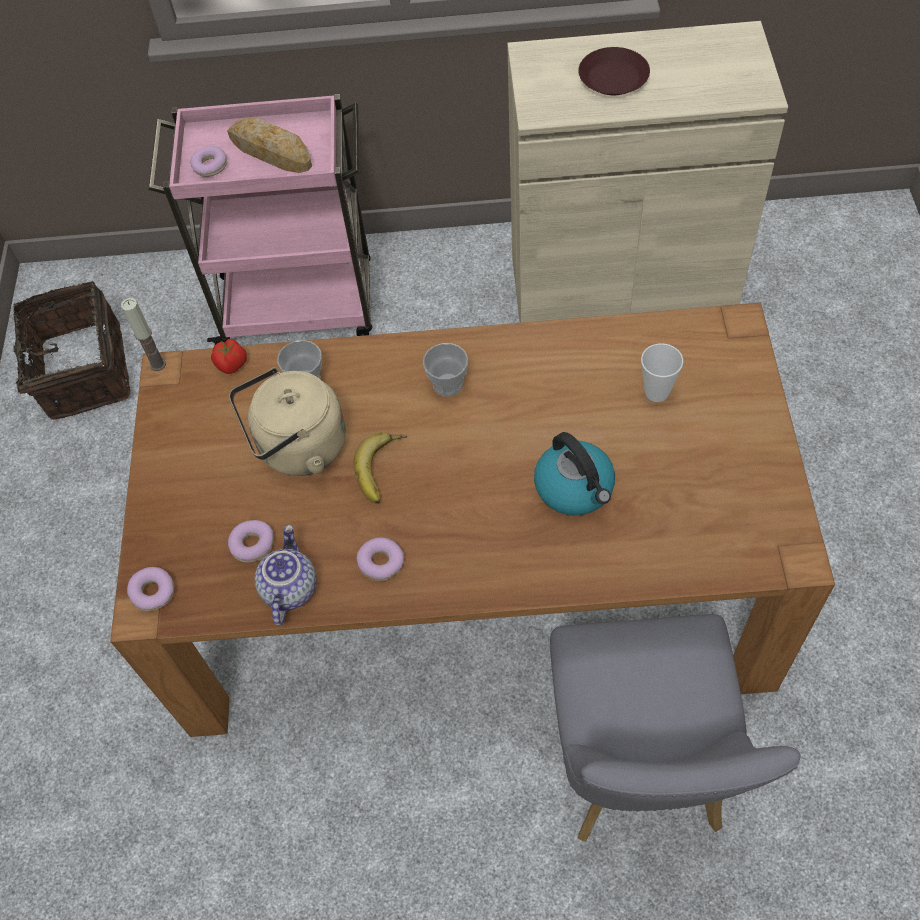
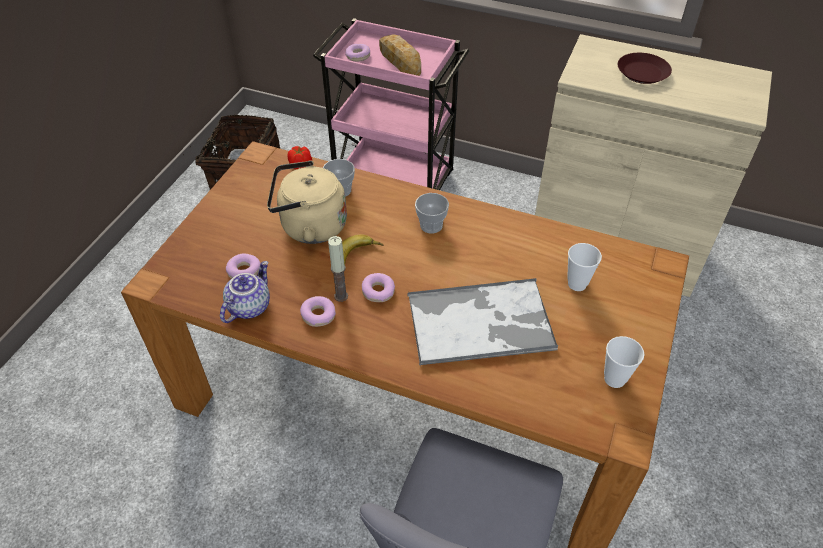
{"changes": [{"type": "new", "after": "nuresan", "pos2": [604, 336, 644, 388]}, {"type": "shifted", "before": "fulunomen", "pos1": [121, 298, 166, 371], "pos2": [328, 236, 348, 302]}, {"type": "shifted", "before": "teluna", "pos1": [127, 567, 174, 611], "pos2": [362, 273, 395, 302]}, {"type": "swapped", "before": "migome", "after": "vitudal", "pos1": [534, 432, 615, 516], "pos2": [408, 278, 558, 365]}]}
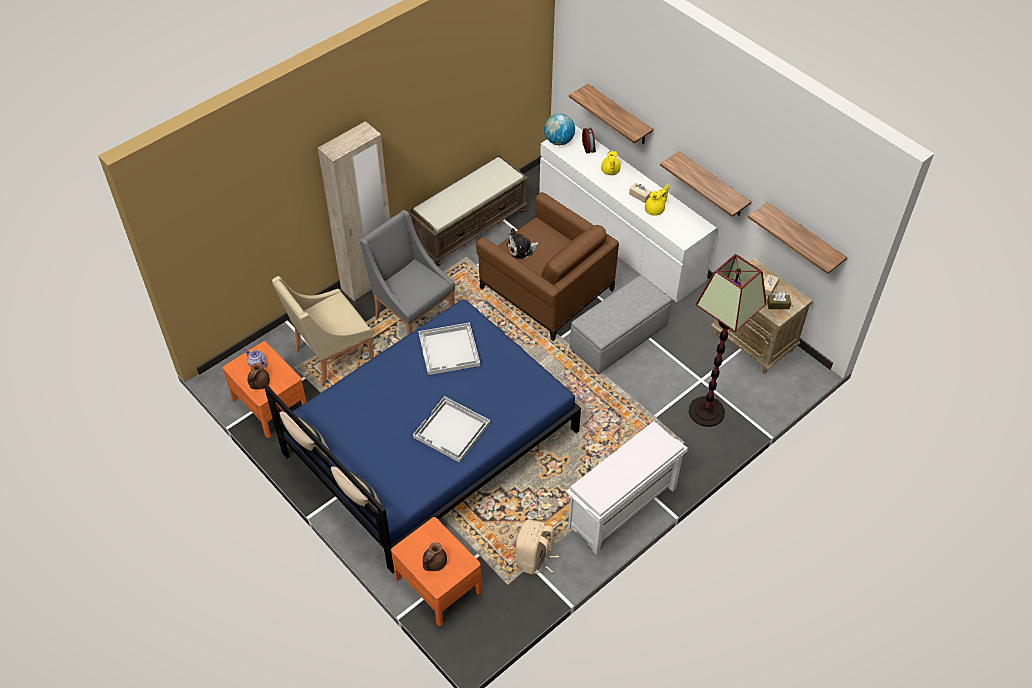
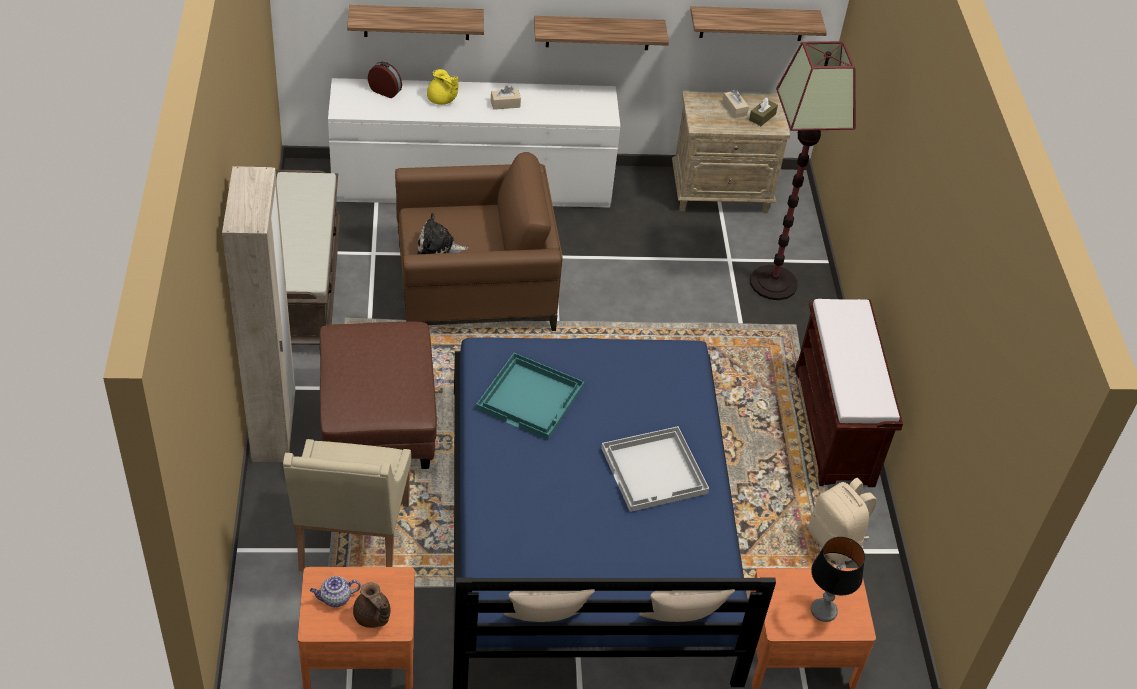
{"changes": [{"type": "gone", "before": "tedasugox", "pos1": [544, 114, 575, 145]}, {"type": "gone", "before": "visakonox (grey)", "pos1": [570, 275, 672, 374]}, {"type": "gone", "before": "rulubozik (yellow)", "pos1": [645, 184, 669, 216]}, {"type": "swapped", "before": "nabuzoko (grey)", "after": "visakonox (brown)", "pos1": [359, 210, 455, 335], "pos2": [320, 321, 437, 469]}, {"type": "swapped", "before": "rulubozik (brown)", "after": "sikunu", "pos1": [423, 542, 447, 571], "pos2": [811, 537, 865, 622]}, {"type": "repainted", "before": "vitudal (white)", "after": "vitudal (turquoise)", "pos1": [418, 322, 480, 375], "pos2": [476, 353, 584, 440]}, {"type": "repainted", "before": "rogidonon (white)", "after": "rogidonon (brown)", "pos1": [566, 421, 688, 555], "pos2": [795, 299, 903, 487]}, {"type": "rotated", "before": "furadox", "pos1": [506, 228, 539, 260], "pos2": [417, 213, 468, 254], "turn": 75}]}
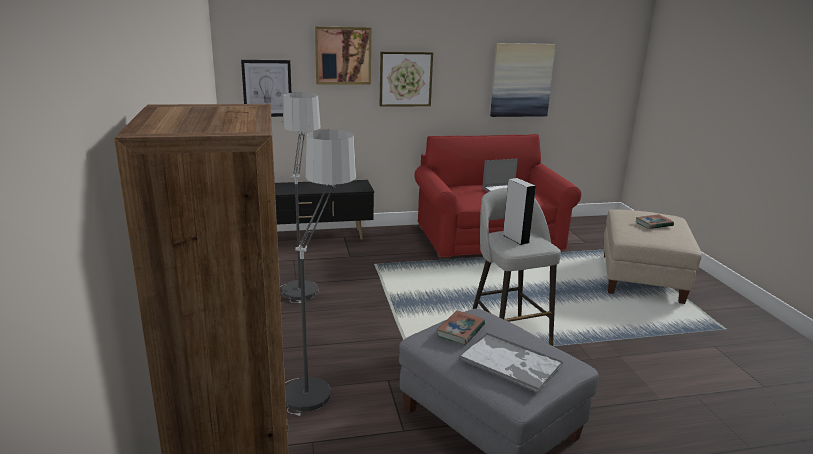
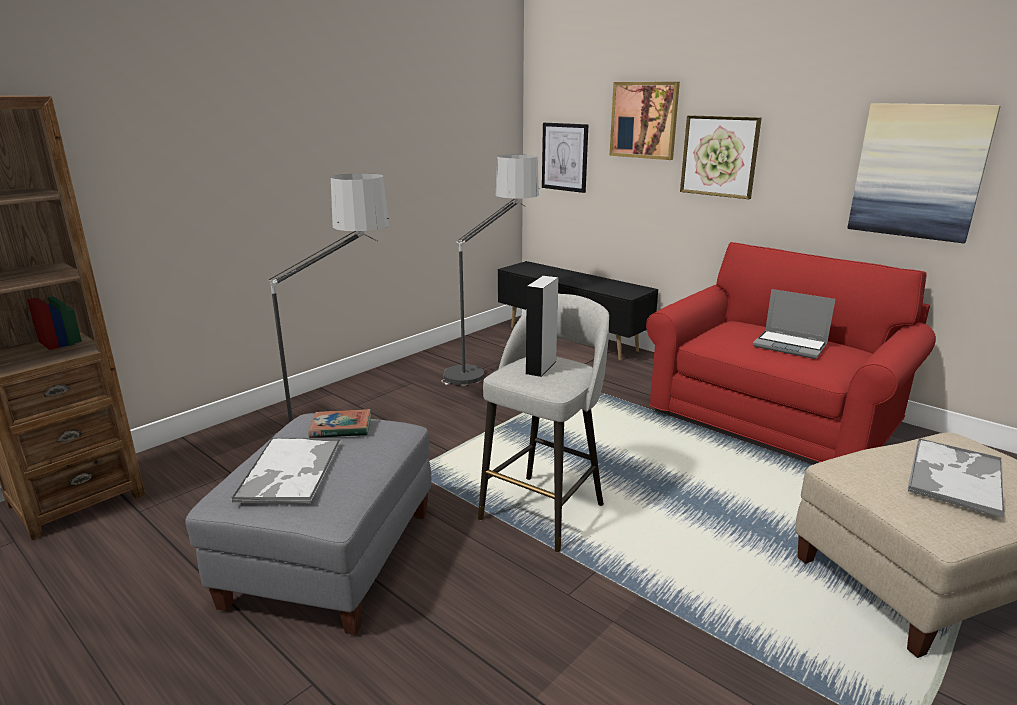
{"changes": [{"type": "swapped", "before": "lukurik", "after": "vitudal", "pos1": [636, 214, 674, 229], "pos2": [908, 438, 1005, 518]}]}
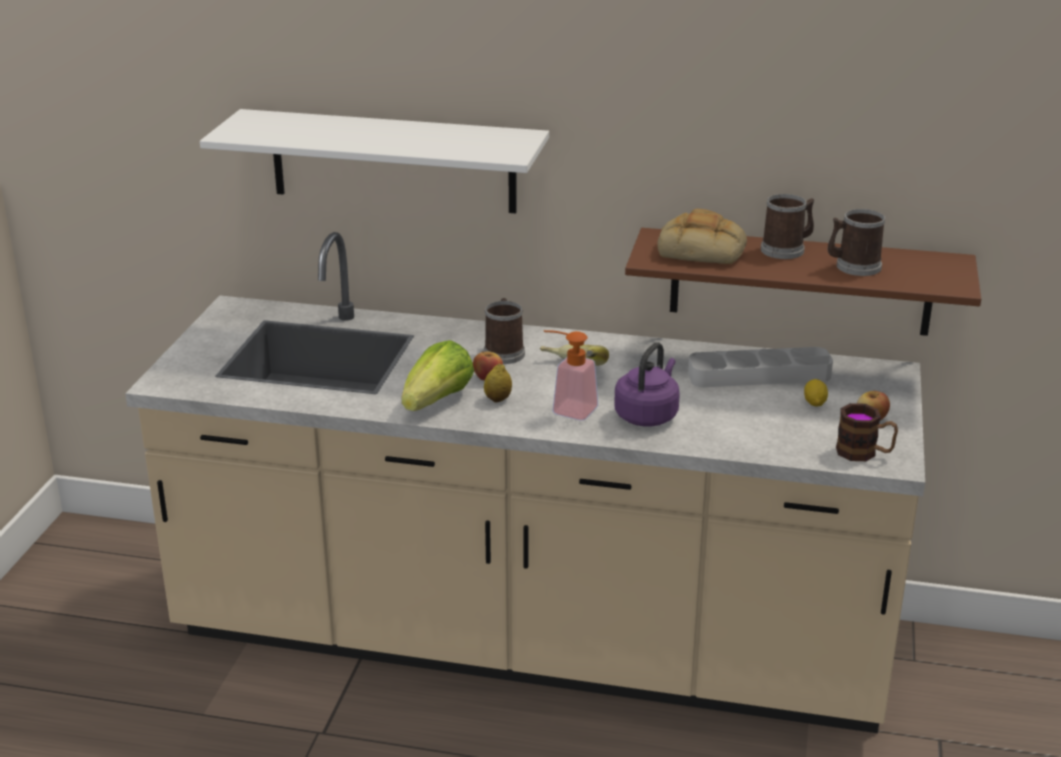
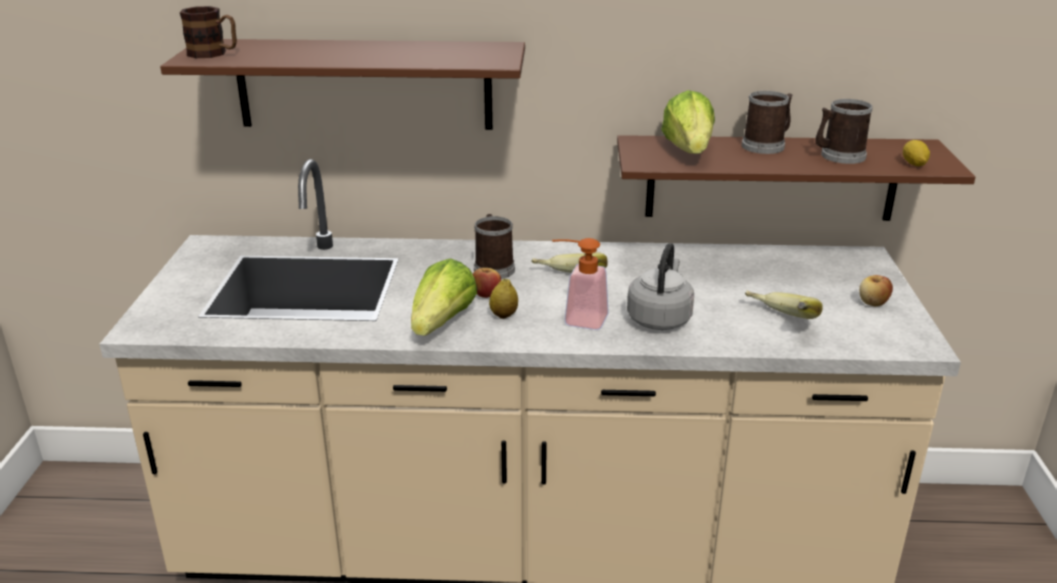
{"changes": [{"type": "gone", "before": "vitudal (grey)", "pos1": [688, 347, 833, 387]}, {"type": "new", "after": "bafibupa", "pos2": [745, 291, 823, 319]}, {"type": "shifted", "before": "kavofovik", "pos1": [804, 379, 828, 407], "pos2": [903, 140, 930, 166]}, {"type": "shifted", "before": "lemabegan", "pos1": [836, 403, 898, 461], "pos2": [180, 6, 237, 58]}, {"type": "swapped", "before": "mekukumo", "after": "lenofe", "pos1": [657, 209, 747, 264], "pos2": [661, 90, 715, 154]}, {"type": "repainted", "before": "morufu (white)", "after": "morufu (brown)", "pos1": [200, 109, 549, 214], "pos2": [160, 39, 525, 130]}, {"type": "repainted", "before": "migome (purple)", "after": "migome (grey)", "pos1": [614, 342, 680, 426], "pos2": [627, 243, 694, 330]}]}
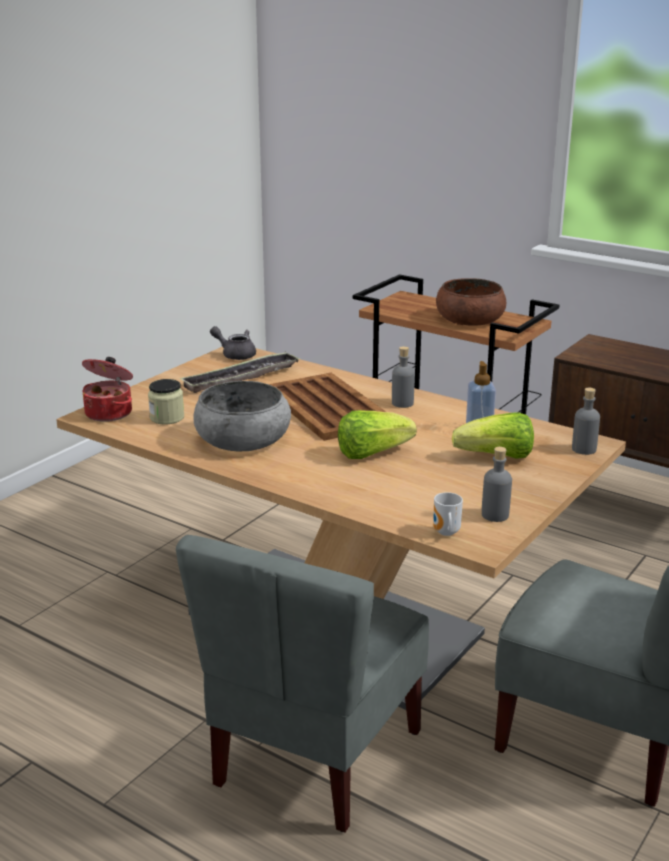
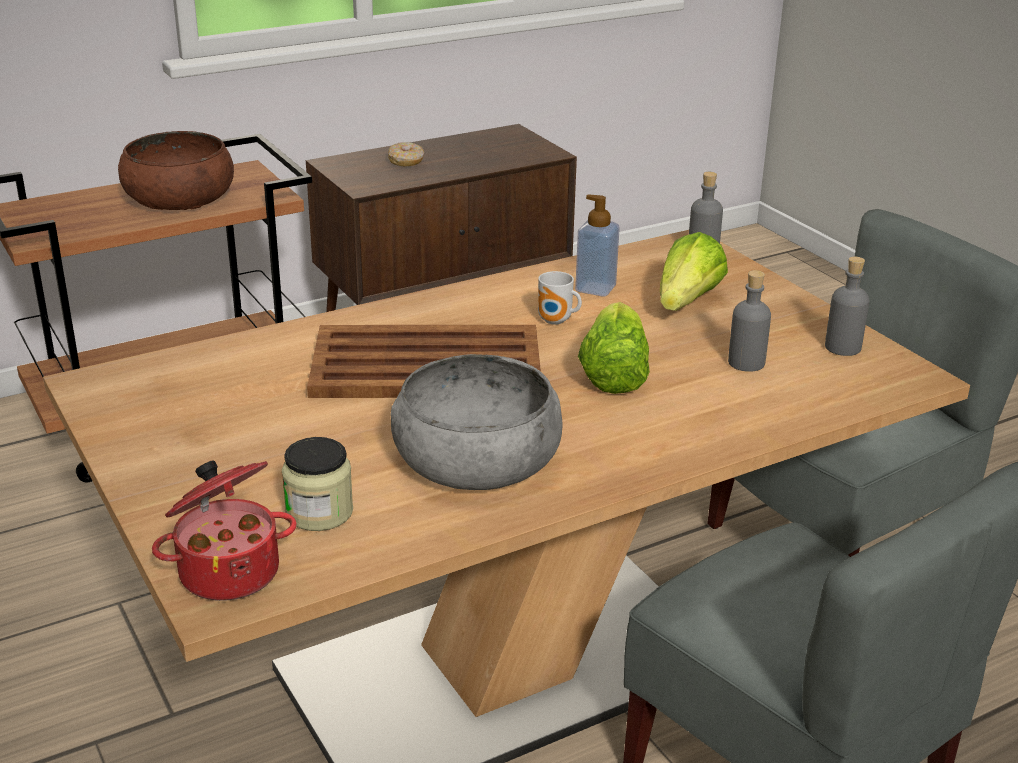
{"changes": [{"type": "gone", "before": "vitudal", "pos1": [179, 351, 300, 393]}, {"type": "gone", "before": "rulubozik (grey)", "pos1": [210, 326, 256, 360]}, {"type": "new", "after": "teluna", "pos2": [388, 142, 424, 167]}, {"type": "shifted", "before": "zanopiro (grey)", "pos1": [392, 346, 415, 408], "pos2": [728, 270, 771, 372]}, {"type": "shifted", "before": "lemabegan", "pos1": [433, 492, 463, 536], "pos2": [538, 271, 582, 325]}]}
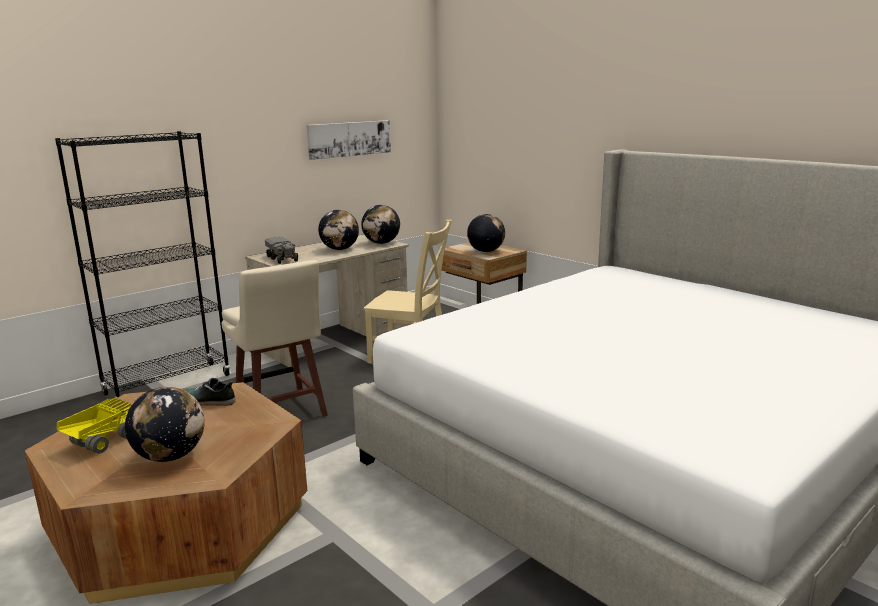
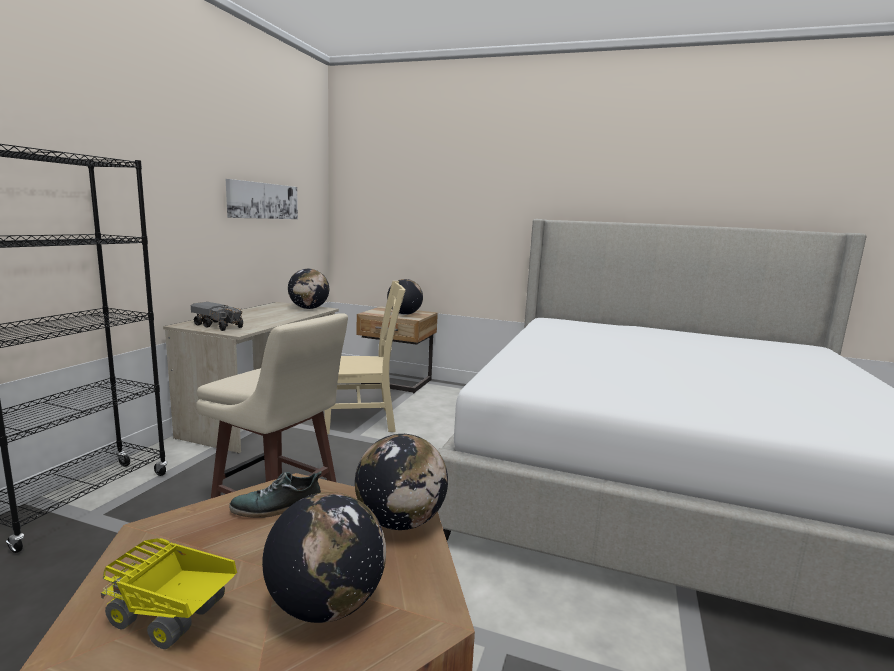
{"changes": [{"type": "shifted", "before": "tedasugox", "pos1": [318, 210, 359, 250], "pos2": [355, 434, 448, 530]}, {"type": "rotated", "before": "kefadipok", "pos1": [57, 398, 132, 454], "pos2": [101, 538, 237, 649], "turn": -75}]}
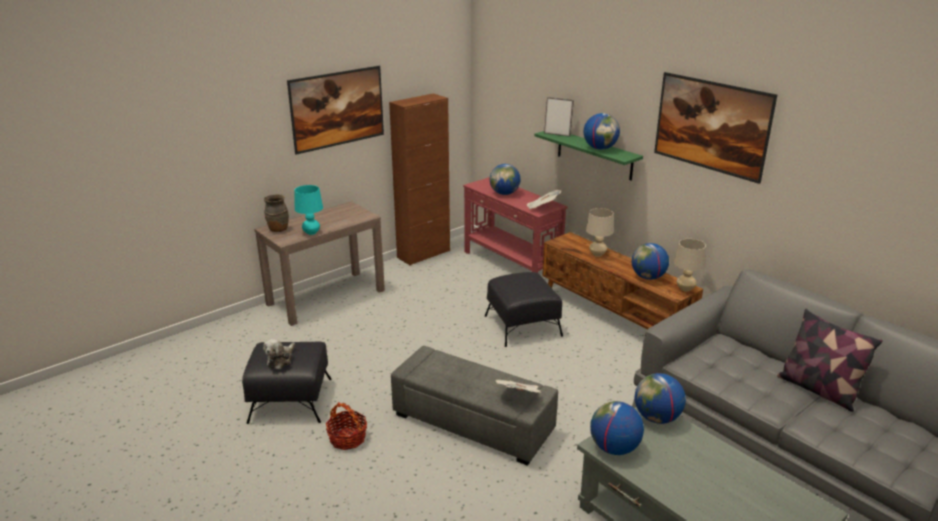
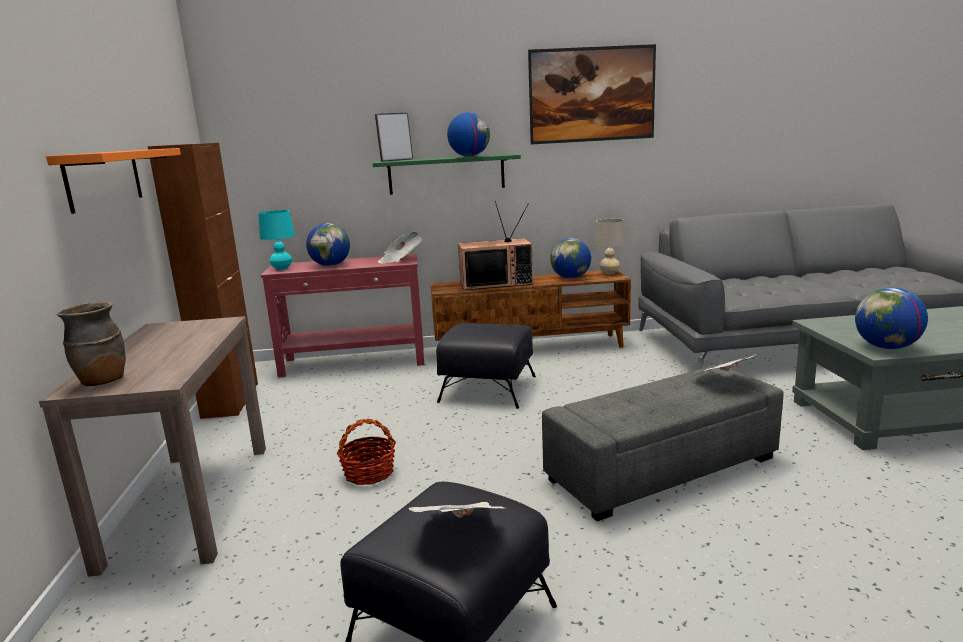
{"changes": [{"type": "gone", "before": "tedasugox", "pos1": [635, 373, 686, 424]}, {"type": "gone", "before": "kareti", "pos1": [777, 309, 883, 412]}, {"type": "shifted", "before": "sikunu (turquoise)", "pos1": [294, 185, 323, 235], "pos2": [258, 210, 295, 270]}, {"type": "shifted", "before": "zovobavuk", "pos1": [326, 402, 367, 450], "pos2": [337, 419, 396, 485]}, {"type": "swapped", "before": "furadox", "after": "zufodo", "pos1": [263, 339, 295, 370], "pos2": [409, 502, 509, 518]}, {"type": "swapped", "before": "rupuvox", "after": "morufu (orange)", "pos1": [287, 66, 384, 155], "pos2": [46, 148, 181, 214]}, {"type": "swapped", "before": "sikunu (beige)", "after": "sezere", "pos1": [586, 208, 614, 257], "pos2": [458, 201, 533, 290]}]}
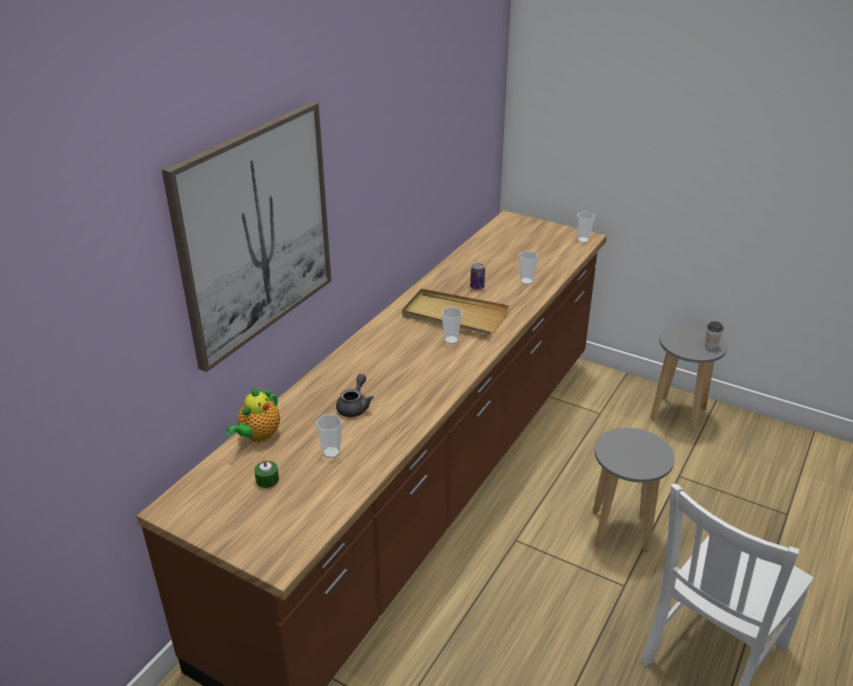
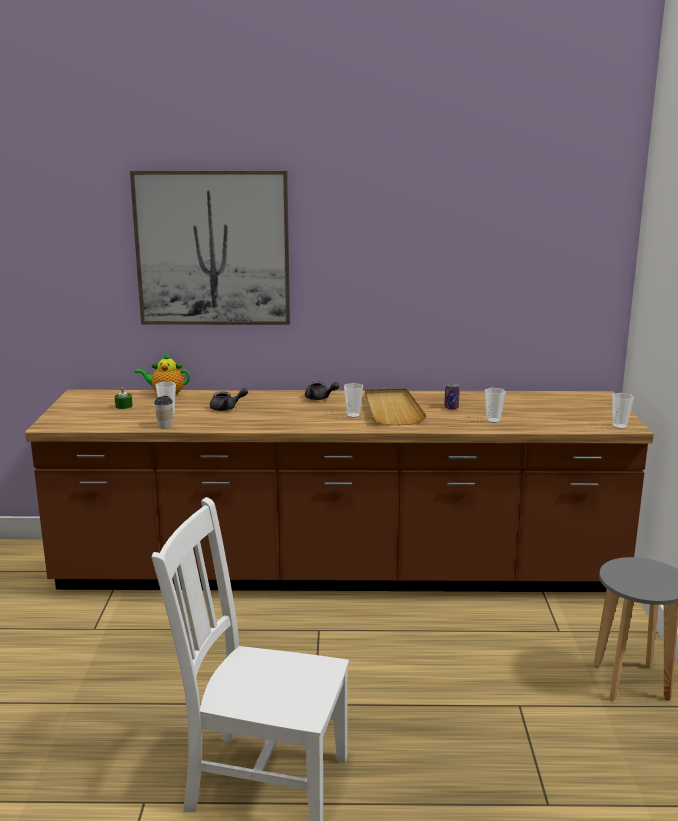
{"changes": [{"type": "gone", "before": "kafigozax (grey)", "pos1": [593, 428, 675, 553]}, {"type": "new", "after": "rulubozik (grey)", "pos2": [305, 381, 339, 400]}, {"type": "shifted", "before": "nuresan", "pos1": [705, 321, 724, 349], "pos2": [154, 396, 173, 429]}]}
